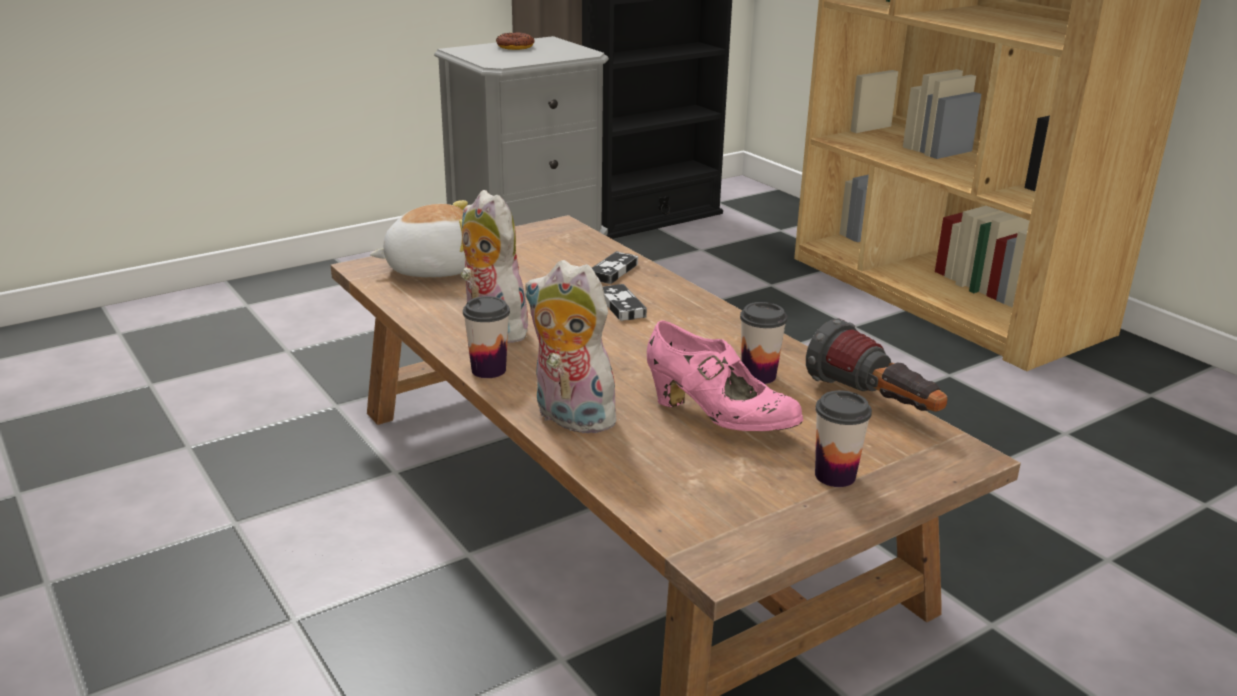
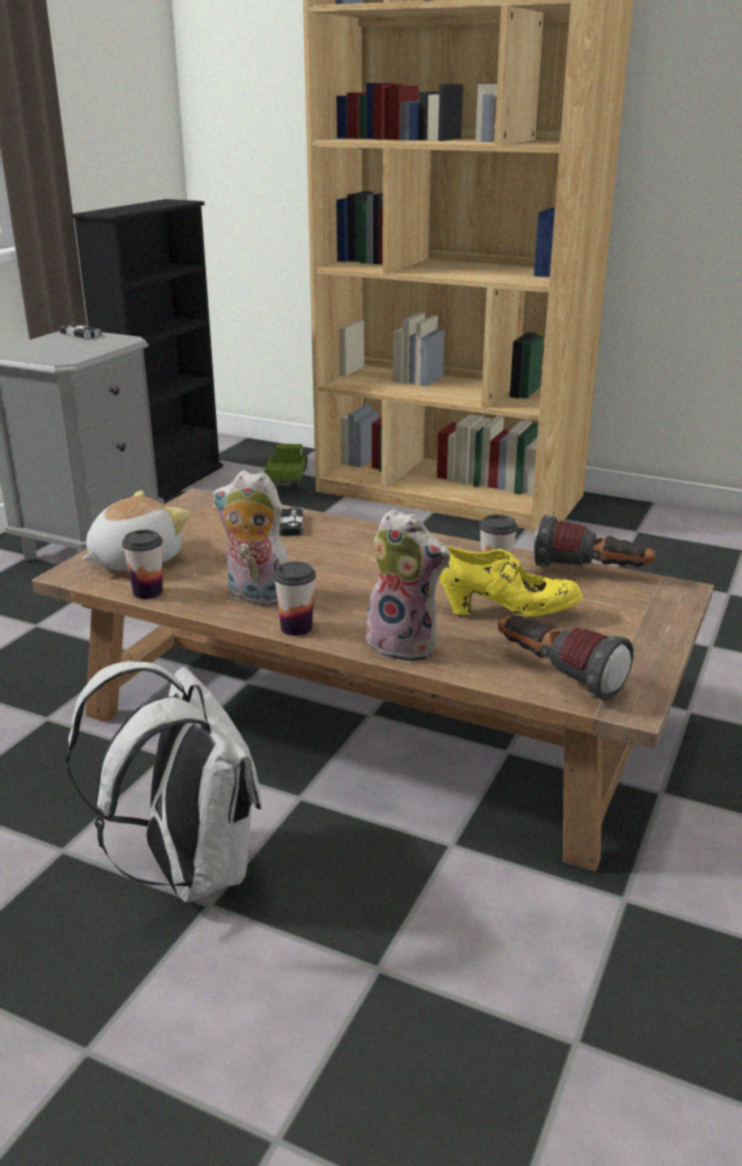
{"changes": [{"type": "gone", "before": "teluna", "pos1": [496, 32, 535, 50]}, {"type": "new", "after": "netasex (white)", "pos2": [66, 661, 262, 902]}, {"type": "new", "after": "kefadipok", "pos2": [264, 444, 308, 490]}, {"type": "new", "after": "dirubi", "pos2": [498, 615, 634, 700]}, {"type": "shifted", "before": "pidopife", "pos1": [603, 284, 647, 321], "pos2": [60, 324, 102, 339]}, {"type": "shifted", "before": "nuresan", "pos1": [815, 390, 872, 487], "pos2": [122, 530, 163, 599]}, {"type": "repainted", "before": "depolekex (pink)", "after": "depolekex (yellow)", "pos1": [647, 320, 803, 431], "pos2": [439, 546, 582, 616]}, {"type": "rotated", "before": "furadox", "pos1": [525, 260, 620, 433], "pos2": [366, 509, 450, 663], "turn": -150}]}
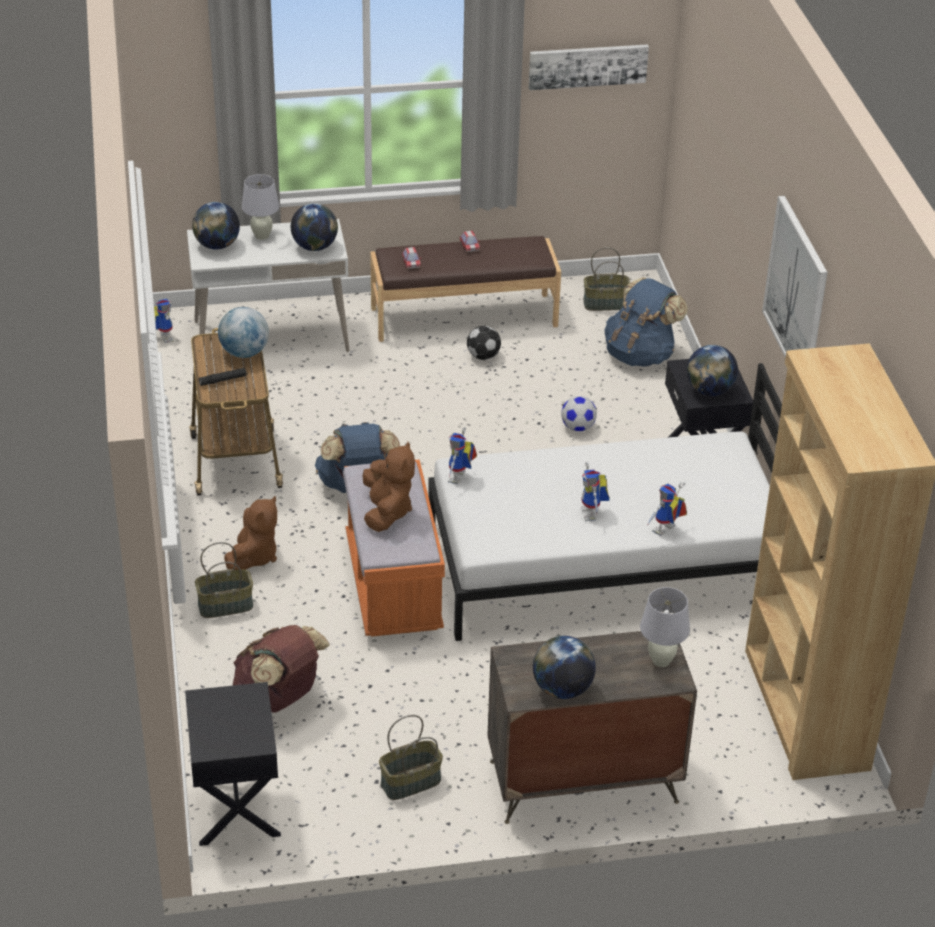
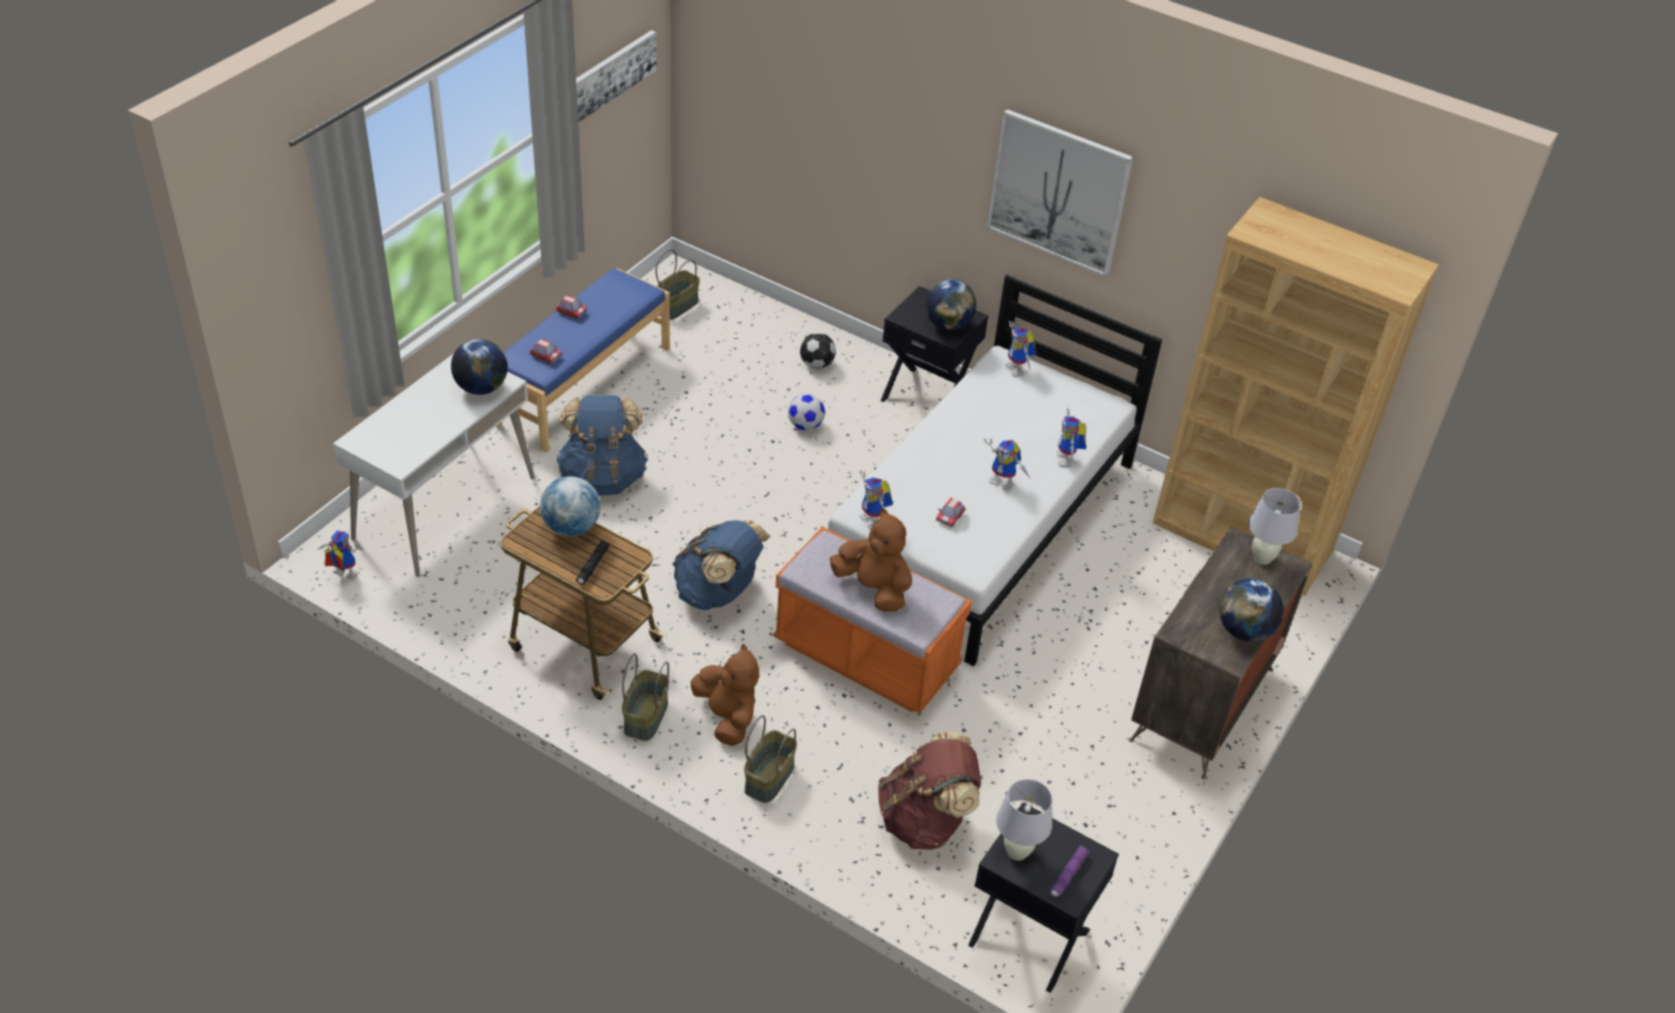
{"changes": [{"type": "gone", "before": "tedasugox", "pos1": [192, 202, 240, 250]}, {"type": "new", "after": "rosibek", "pos2": [936, 498, 965, 527]}, {"type": "new", "after": "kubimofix", "pos2": [1005, 321, 1036, 377]}, {"type": "new", "after": "dirubi (purple)", "pos2": [1050, 845, 1089, 898]}, {"type": "shifted", "before": "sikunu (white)", "pos1": [242, 174, 280, 240], "pos2": [996, 779, 1052, 861]}, {"type": "shifted", "before": "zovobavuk", "pos1": [379, 715, 443, 800], "pos2": [622, 653, 669, 741]}, {"type": "shifted", "before": "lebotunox", "pos1": [467, 326, 501, 360], "pos2": [800, 333, 836, 369]}, {"type": "shifted", "before": "netasex (blue)", "pos1": [605, 277, 688, 366], "pos2": [556, 395, 648, 495]}, {"type": "repainted", "before": "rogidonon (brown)", "after": "rogidonon (blue)", "pos1": [370, 236, 561, 342], "pos2": [496, 268, 670, 453]}]}
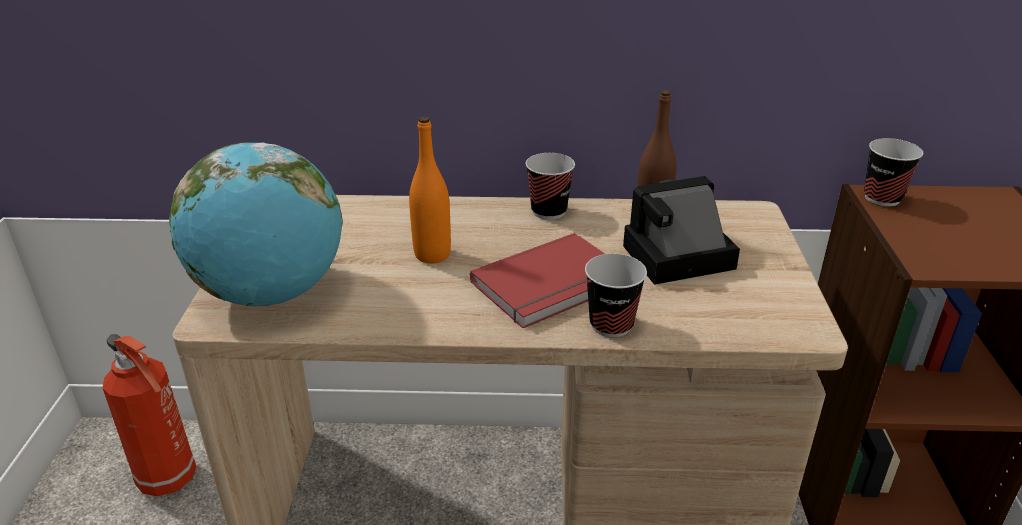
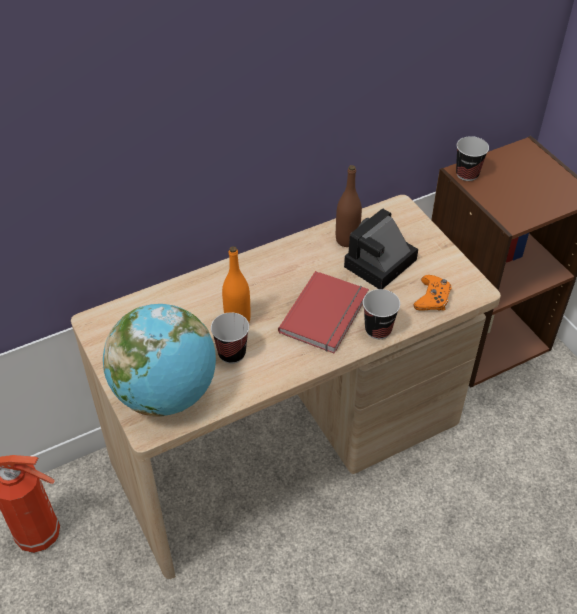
{"changes": [{"type": "new", "after": "pidopife (orange)", "pos2": [413, 275, 452, 311]}, {"type": "shifted", "before": "nuresan", "pos1": [526, 153, 575, 220], "pos2": [211, 312, 249, 364]}]}
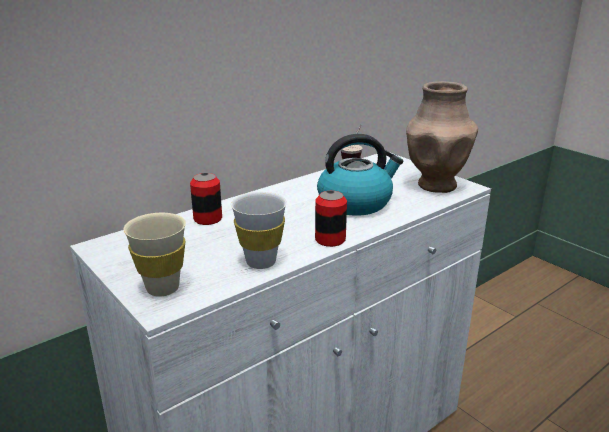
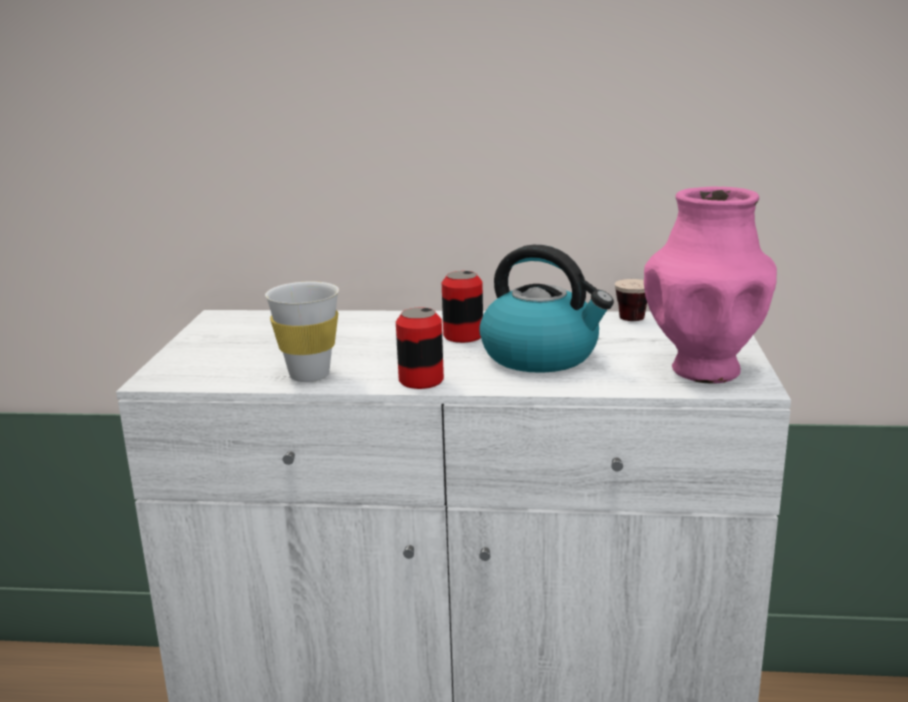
{"changes": [{"type": "gone", "before": "nuresan (beige)", "pos1": [123, 213, 186, 297]}, {"type": "shifted", "before": "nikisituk", "pos1": [190, 173, 222, 225], "pos2": [442, 271, 483, 343]}, {"type": "repainted", "before": "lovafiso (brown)", "after": "lovafiso (pink)", "pos1": [406, 81, 478, 193], "pos2": [644, 186, 777, 383]}]}
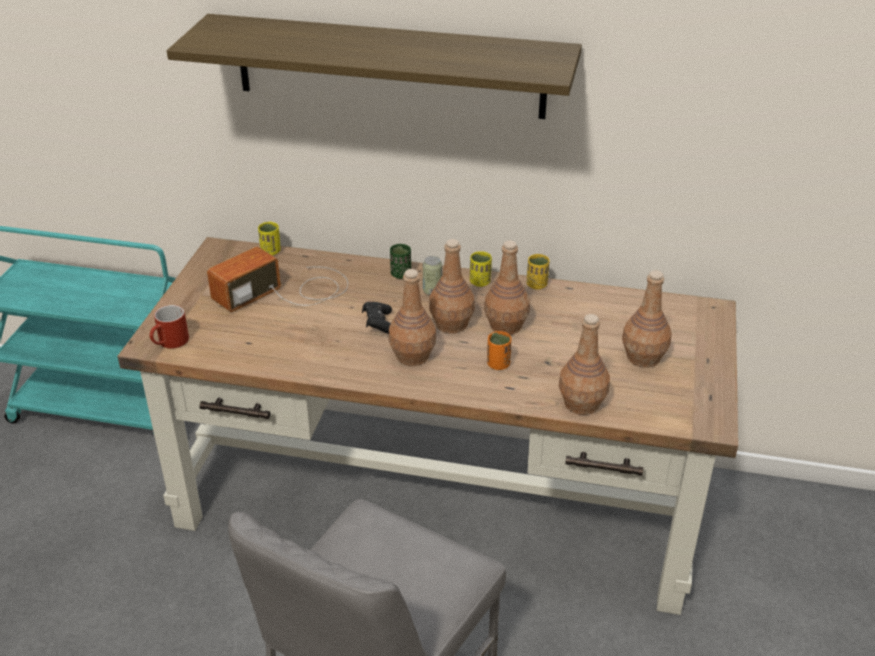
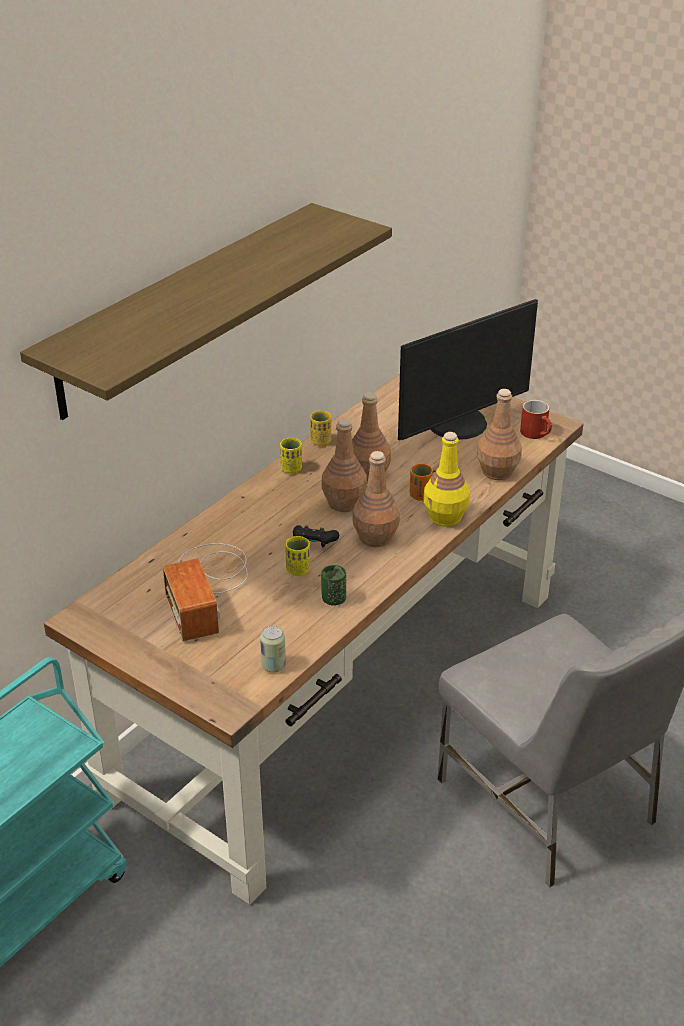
{"changes": [{"type": "new", "after": "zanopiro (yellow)", "pos2": [423, 432, 470, 527]}, {"type": "shifted", "before": "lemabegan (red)", "pos1": [150, 305, 189, 349], "pos2": [520, 400, 552, 439]}, {"type": "shifted", "before": "nuresan (yellow)", "pos1": [258, 222, 281, 256], "pos2": [286, 536, 310, 576]}, {"type": "shifted", "before": "nuresan (green)", "pos1": [390, 244, 411, 279], "pos2": [321, 565, 346, 606]}, {"type": "shifted", "before": "nikisituk", "pos1": [423, 256, 442, 295], "pos2": [260, 626, 286, 672]}, {"type": "swapped", "before": "zanopiro (brown)", "after": "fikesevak", "pos1": [622, 270, 672, 368], "pos2": [398, 299, 538, 441]}]}
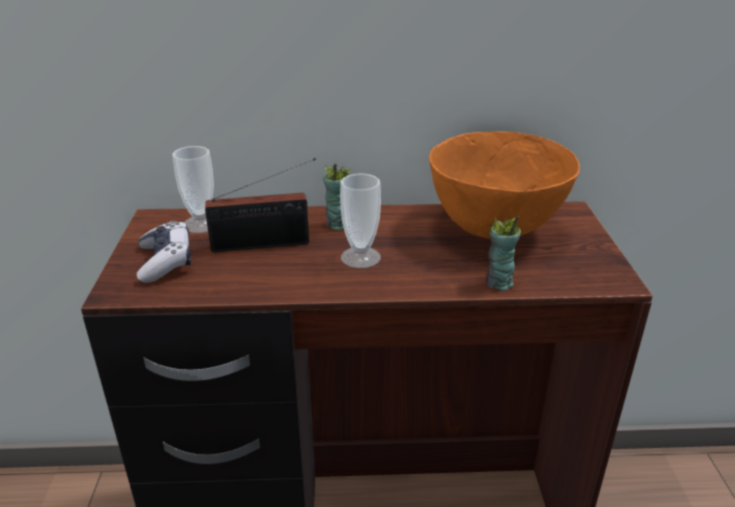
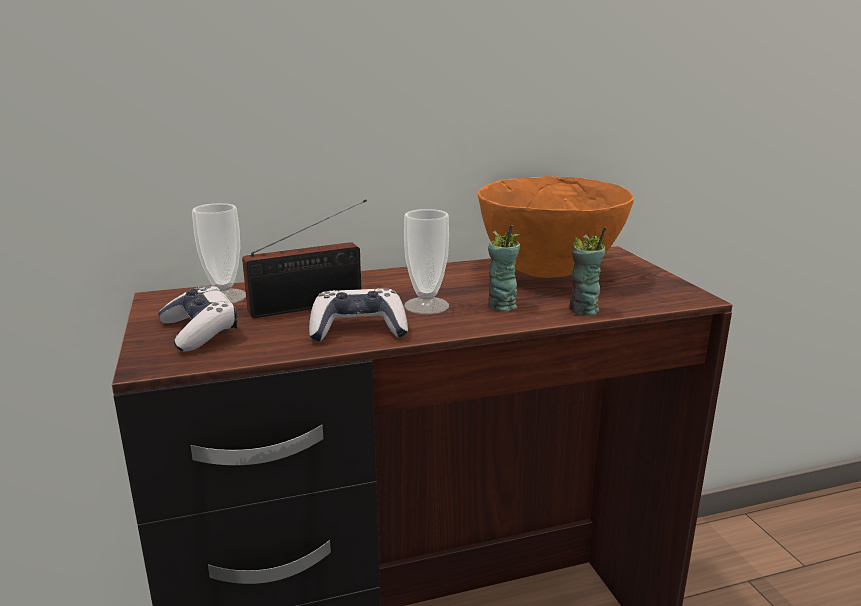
{"changes": [{"type": "new", "after": "pidopife", "pos2": [309, 288, 408, 342]}, {"type": "shifted", "before": "nuresan", "pos1": [323, 163, 351, 230], "pos2": [488, 225, 520, 312]}]}
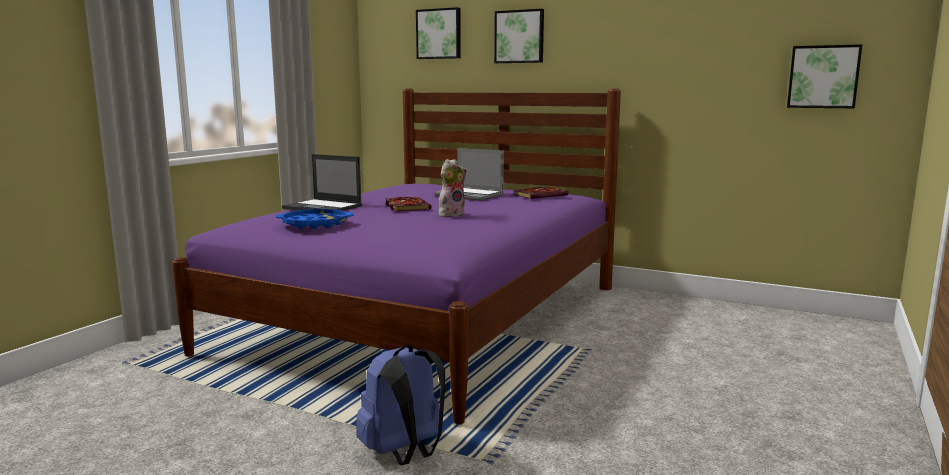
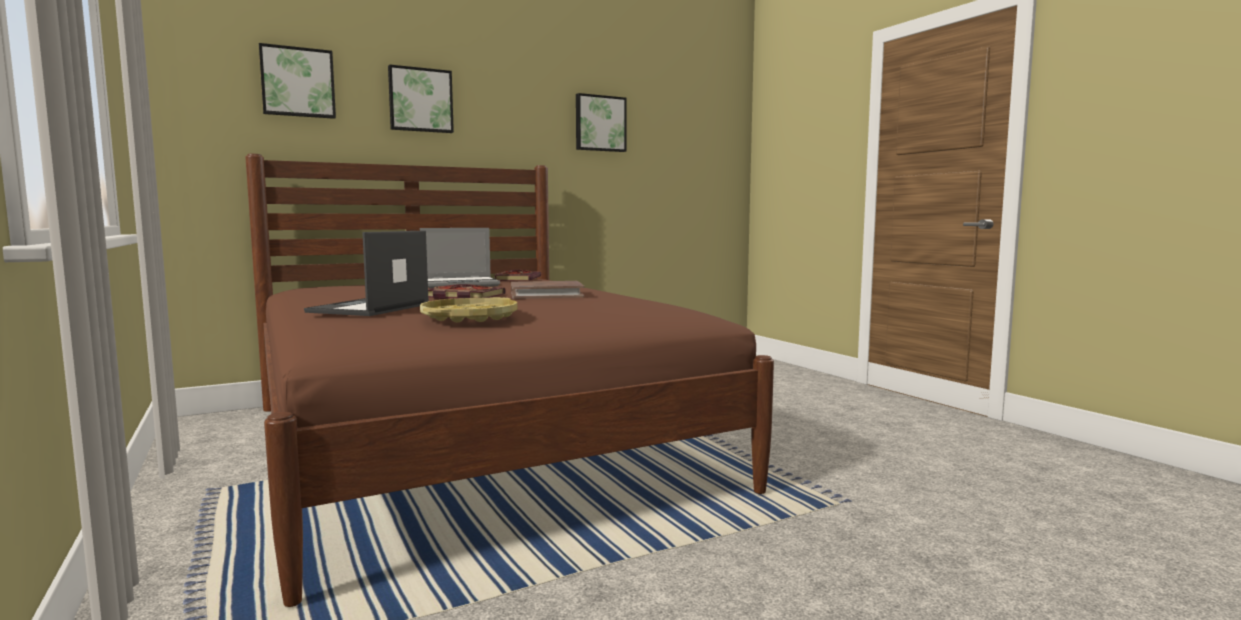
{"changes": [{"type": "gone", "before": "netasex (blue)", "pos1": [356, 345, 445, 465]}, {"type": "shifted", "before": "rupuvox", "pos1": [787, 44, 862, 108], "pos2": [576, 93, 627, 152]}, {"type": "swapped", "before": "furadox", "after": "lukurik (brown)", "pos1": [438, 159, 467, 217], "pos2": [511, 281, 584, 299]}, {"type": "repainted", "before": "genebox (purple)", "after": "genebox (brown)", "pos1": [172, 88, 621, 425], "pos2": [245, 154, 774, 607]}, {"type": "repainted", "before": "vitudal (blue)", "after": "vitudal (yellow)", "pos1": [276, 209, 354, 229], "pos2": [420, 297, 517, 322]}, {"type": "rotated", "before": "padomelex", "pos1": [282, 154, 362, 211], "pos2": [304, 231, 429, 316], "turn": 135}]}
